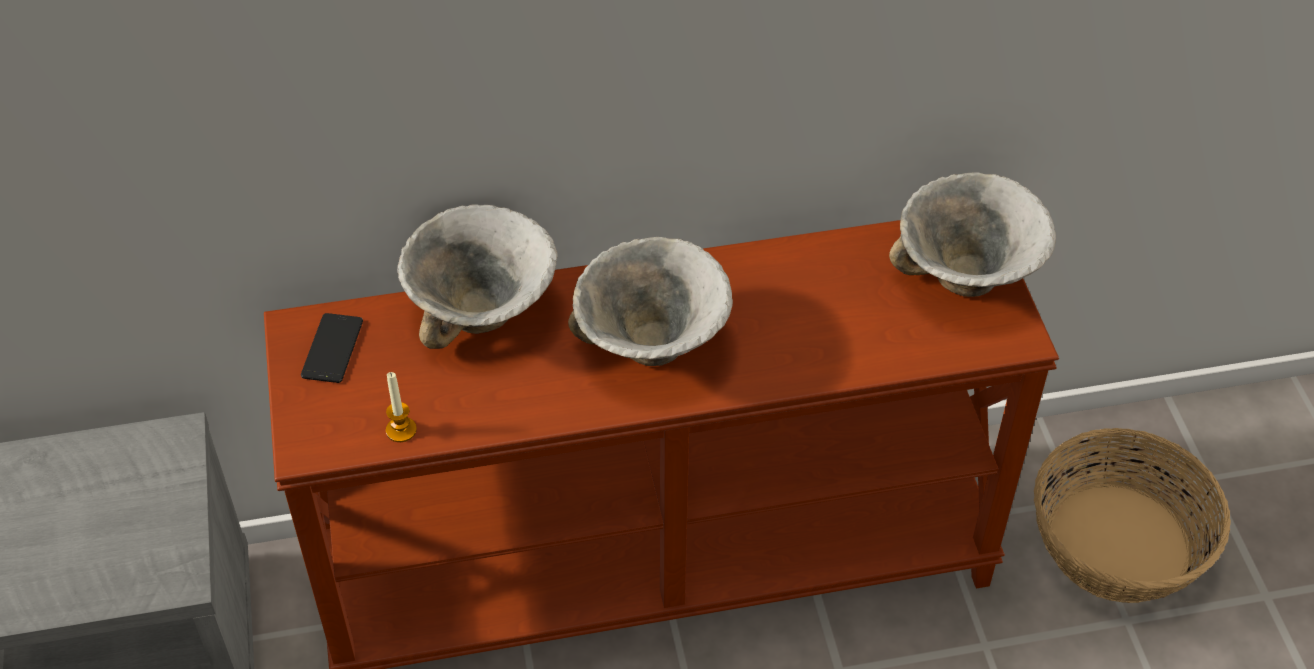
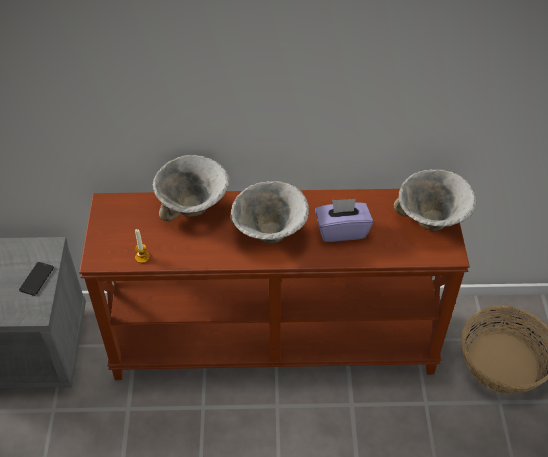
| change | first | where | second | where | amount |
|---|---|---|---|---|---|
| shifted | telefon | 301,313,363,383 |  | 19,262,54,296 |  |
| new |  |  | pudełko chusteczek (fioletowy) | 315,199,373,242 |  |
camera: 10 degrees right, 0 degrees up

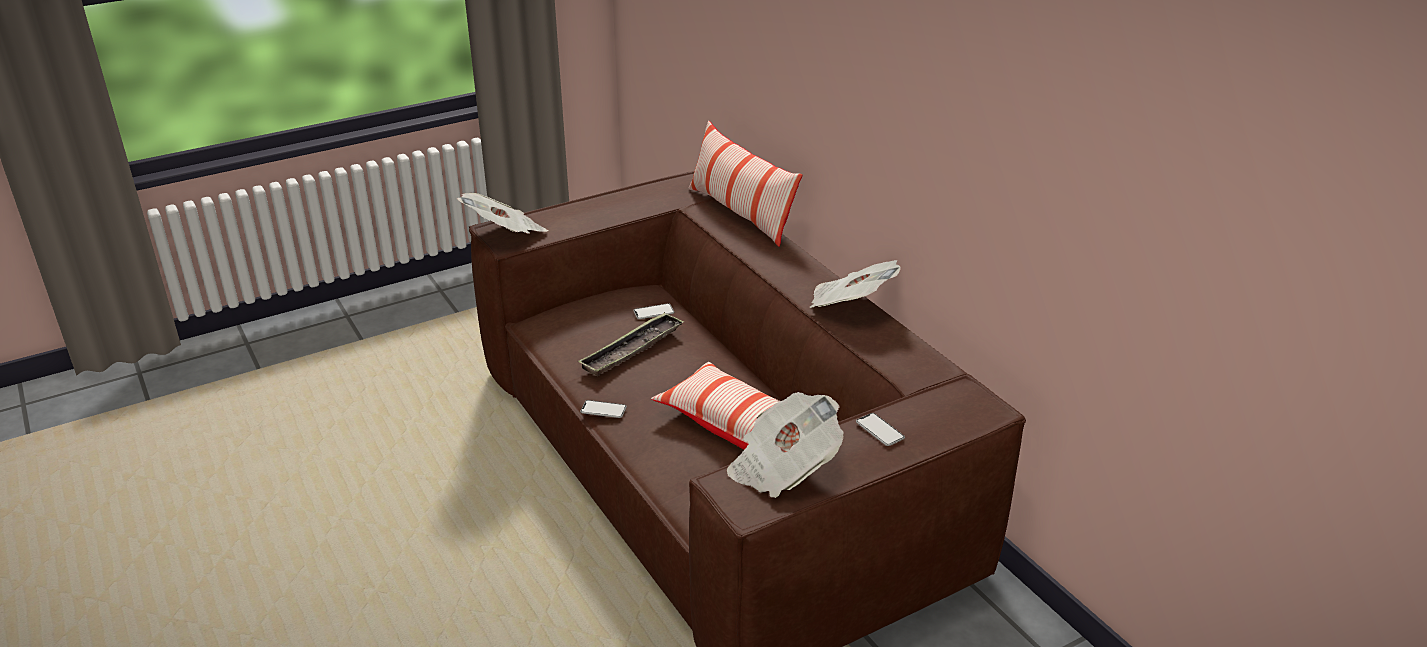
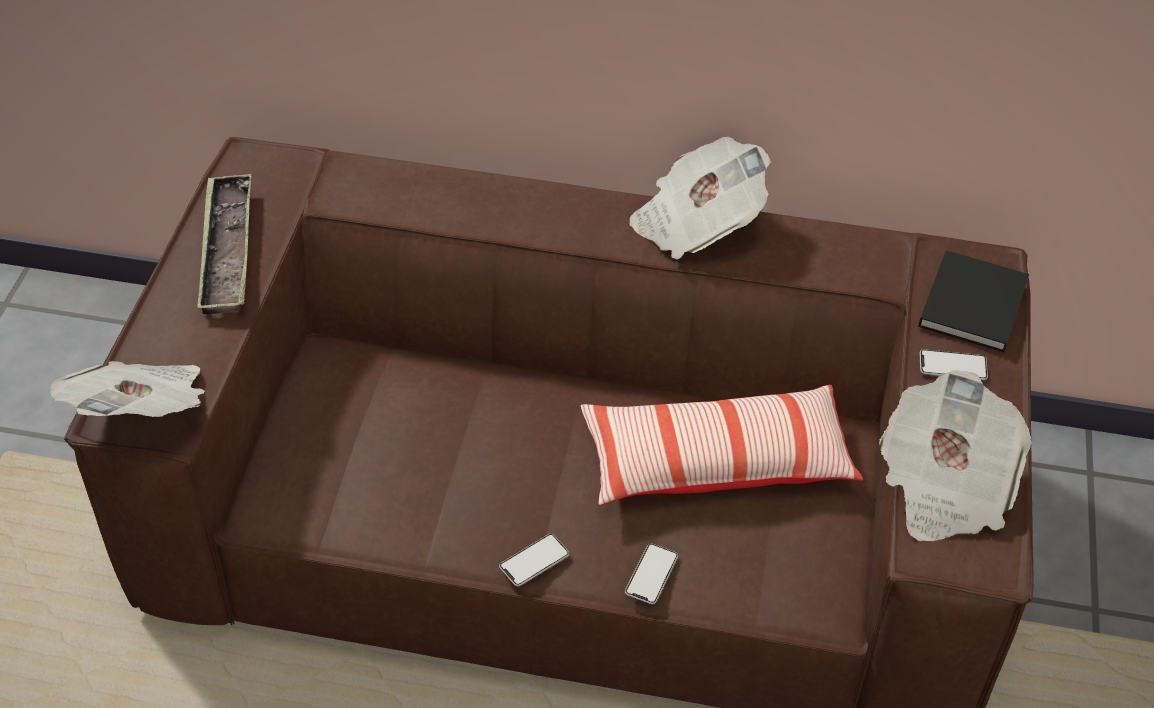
| change | first | where | second | where | amount |
|---|---|---|---|---|---|
| gone | poduszka | 688,121,802,247 |  |  |  |
| shifted | telefon | 633,303,674,319 |  | 625,543,678,604 |  |
| shifted | taca | 578,312,684,376 |  | 197,174,251,314 |  |
| new |  |  | książka (czarny) | 918,250,1029,352 |  |
camera: 50 degrees left, 15 degrees up

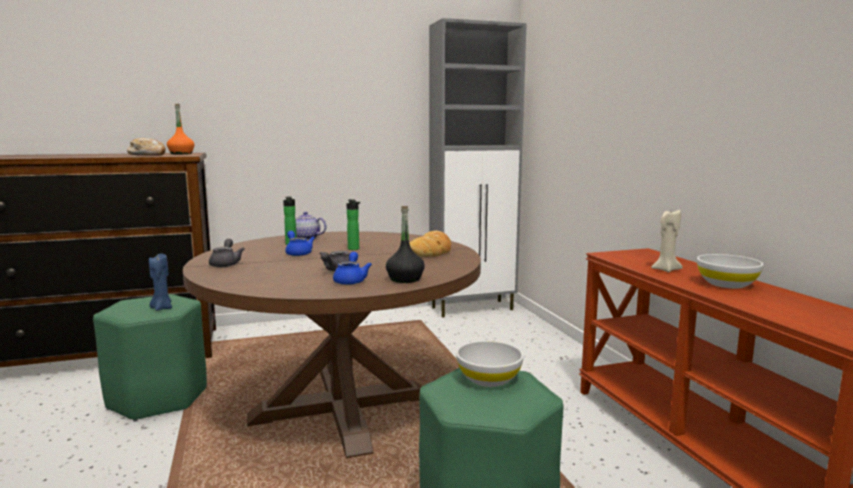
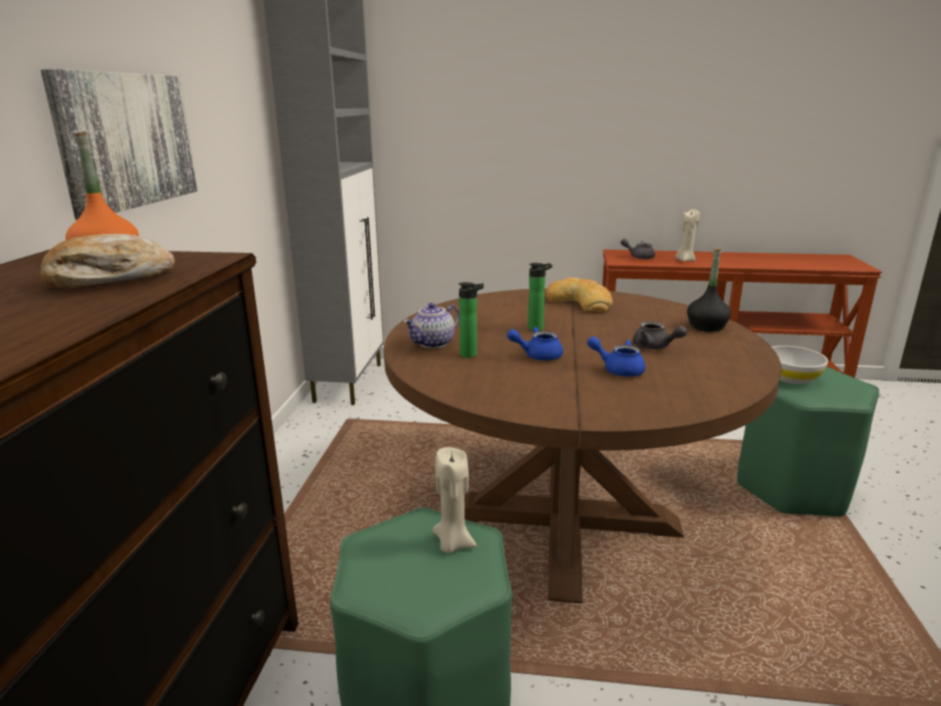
| change | first | where | second | where | amount |
|---|---|---|---|---|---|
| shifted | imbryk (szary) | 209,239,244,267 |  | 621,239,655,259 |  |
| shifted | imbryk (niebieski) | 333,252,372,285 |  | 587,336,646,377 |  |
| repainted | świeca (niebieski) | 149,254,172,311 | świeca (beżowy) | 432,447,476,553 |  |
| gone | miska (biały) | 697,254,764,288 |  |  |  |
| new |  |  | obraz | 41,69,198,220 |  |
camera: 65 degrees left, 10 degrees up

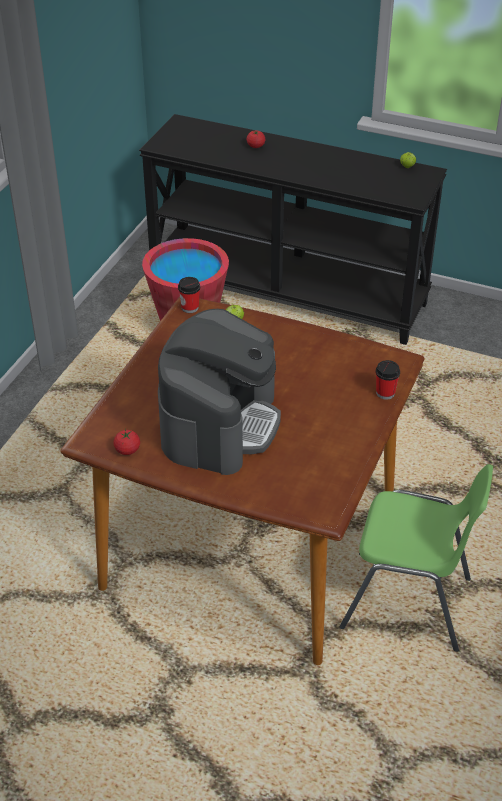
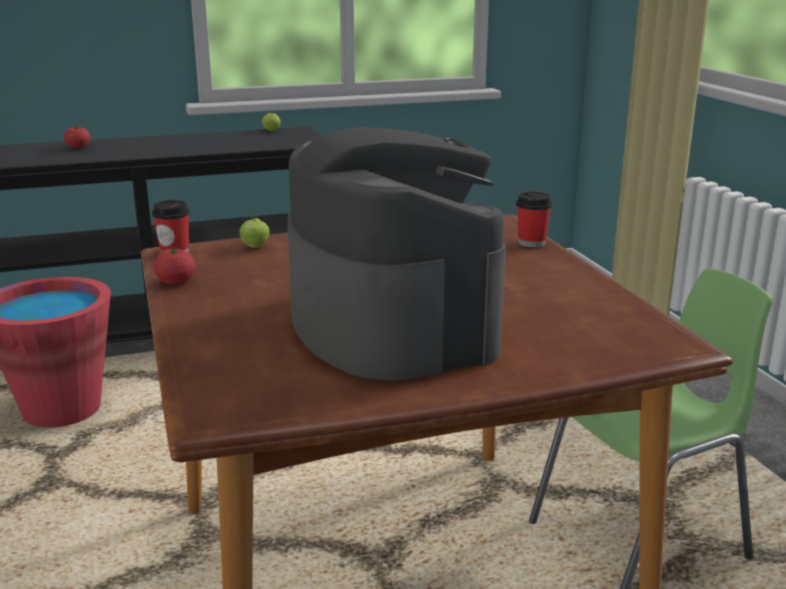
| change | first | where | second | where | amount |
|---|---|---|---|---|---|
| shifted | pomidor | 113,429,140,455 |  | 154,246,196,285 |  |
camera: 40 degrees left, 20 degrees down

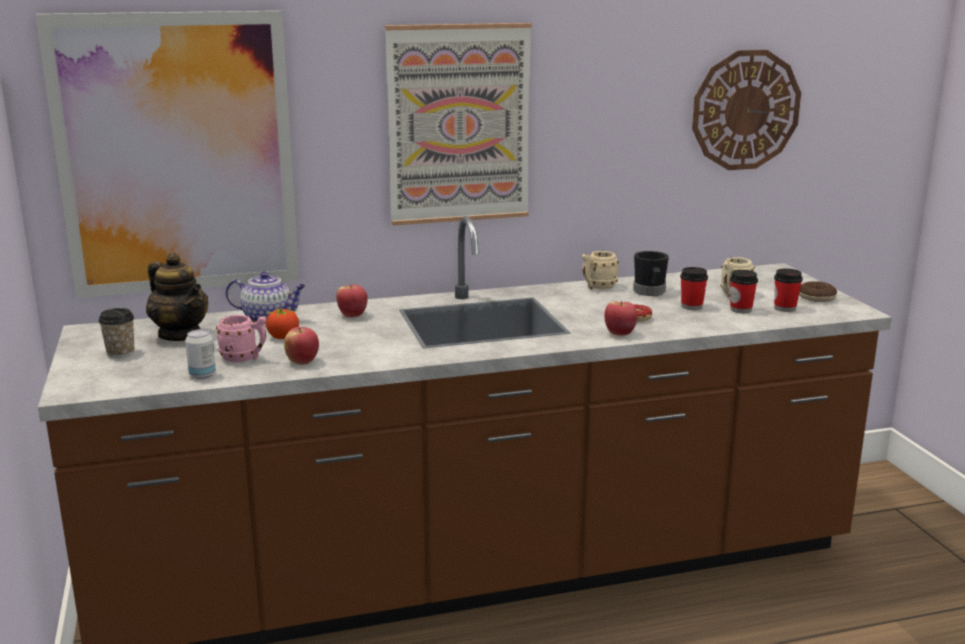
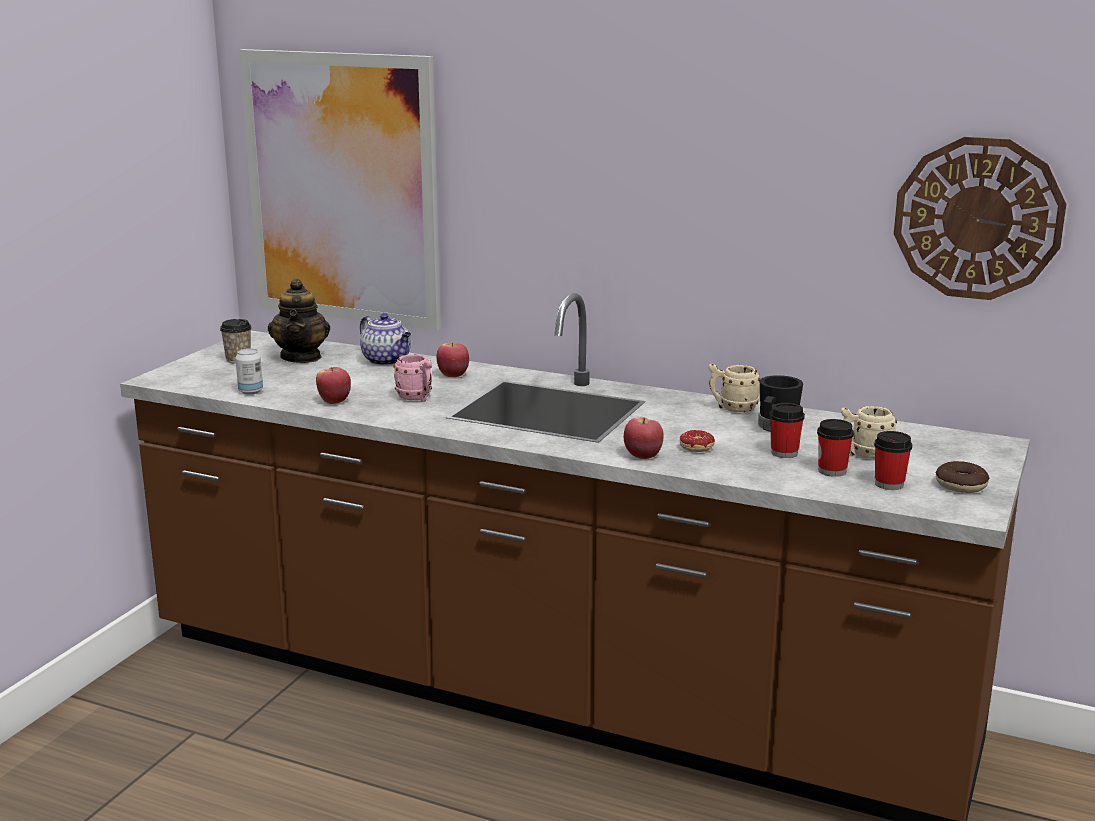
| change | first | where | second | where | amount |
|---|---|---|---|---|---|
| gone | obraz | 385,23,532,226 |  |  |  |
| gone | pomidor | 265,308,299,339 |  |  |  |
| shifted | kubek (różowy) | 216,315,266,362 |  | 393,354,432,402 |  |
camera: 40 degrees right, 0 degrees up

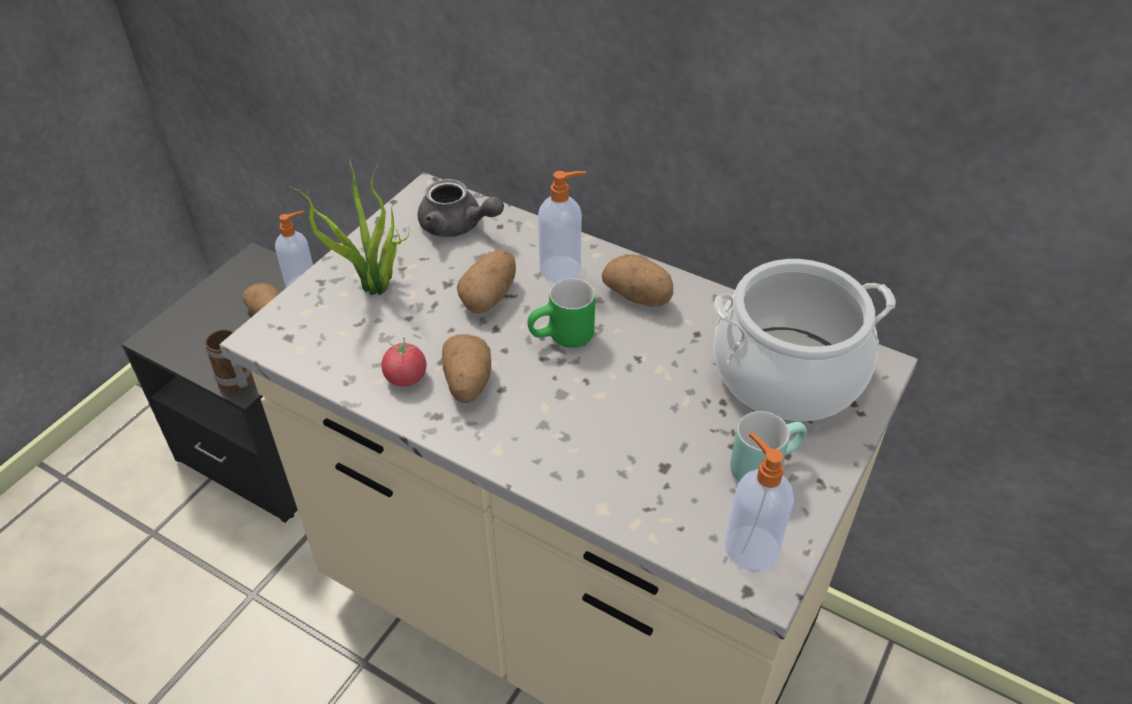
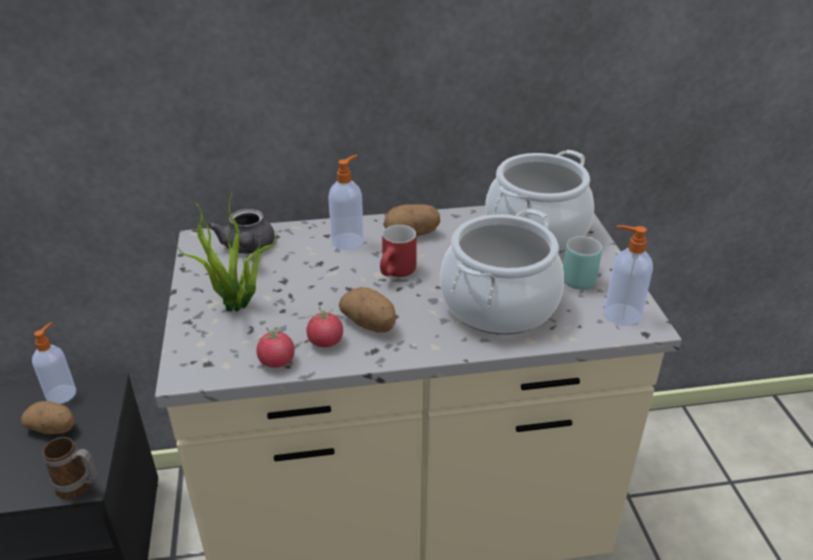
| change | first | where | second | where | amount |
|---|---|---|---|---|---|
| rotated | imbryk (szary) | 418,179,504,237 |  | 208,209,275,254 | 90 degrees clockwise |
| gone | ziemniak | 457,250,516,314 |  |  |  |
| repainted | kubek (zielony) | 527,279,595,348 | kubek (czerwony) | 380,225,417,277 |  |
| new |  |  | garnek | 440,209,564,335 |  |
| new |  |  | pomidor | 256,326,295,368 |  |
camera: 40 degrees left, 10 degrees down

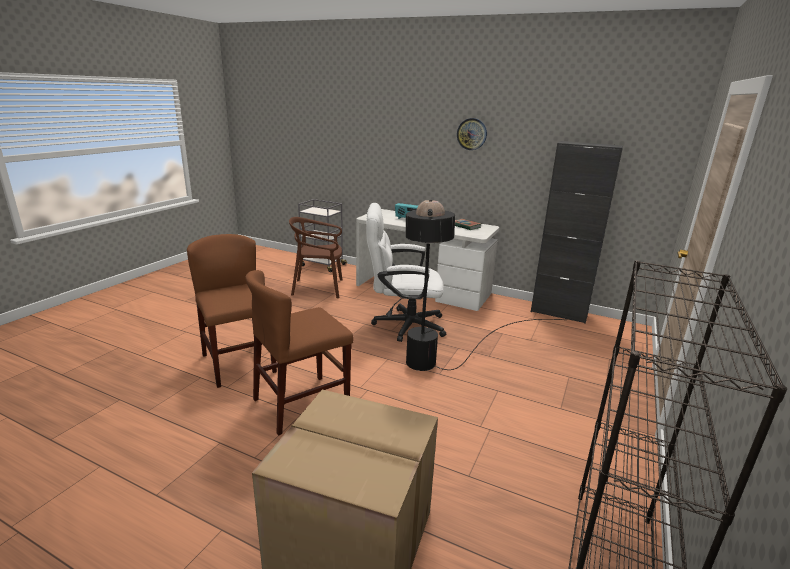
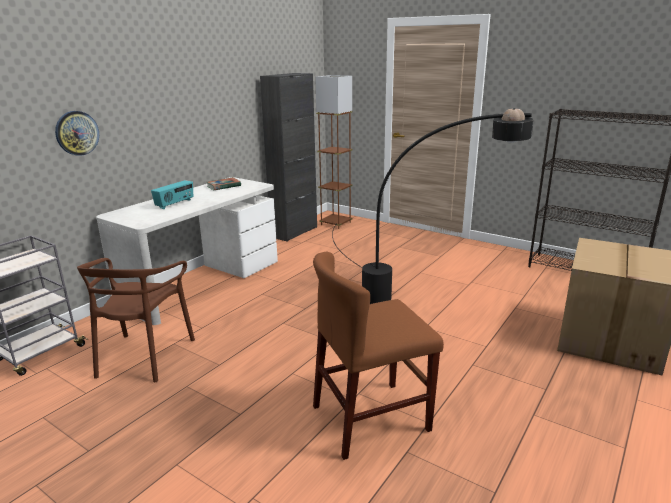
| change | first | where | second | where | amount |
|---|---|---|---|---|---|
| shifted | zegar ścienny | 457,118,487,150 |  | 55,111,99,156 |  |
| gone | krzesło biurowe (biały) | 366,203,446,342 |  |  |  |
| gone | krzesło (brązowy) | 245,270,353,436 |  |  |  |
| new |  |  | lampa stojąca (brązowy) | 315,75,352,229 |  |
camera: 80 degrees left, 0 degrees up

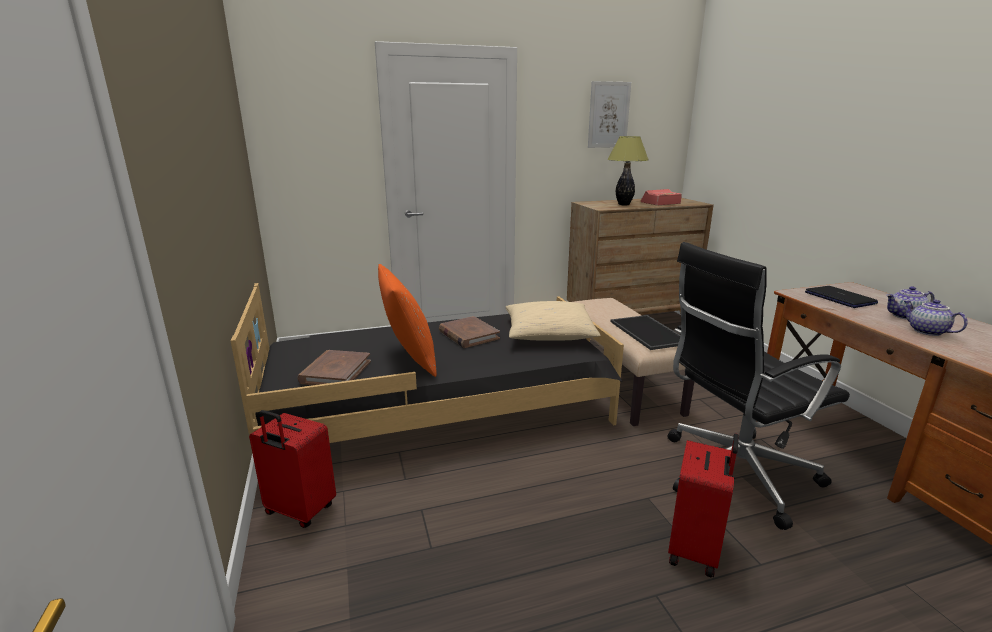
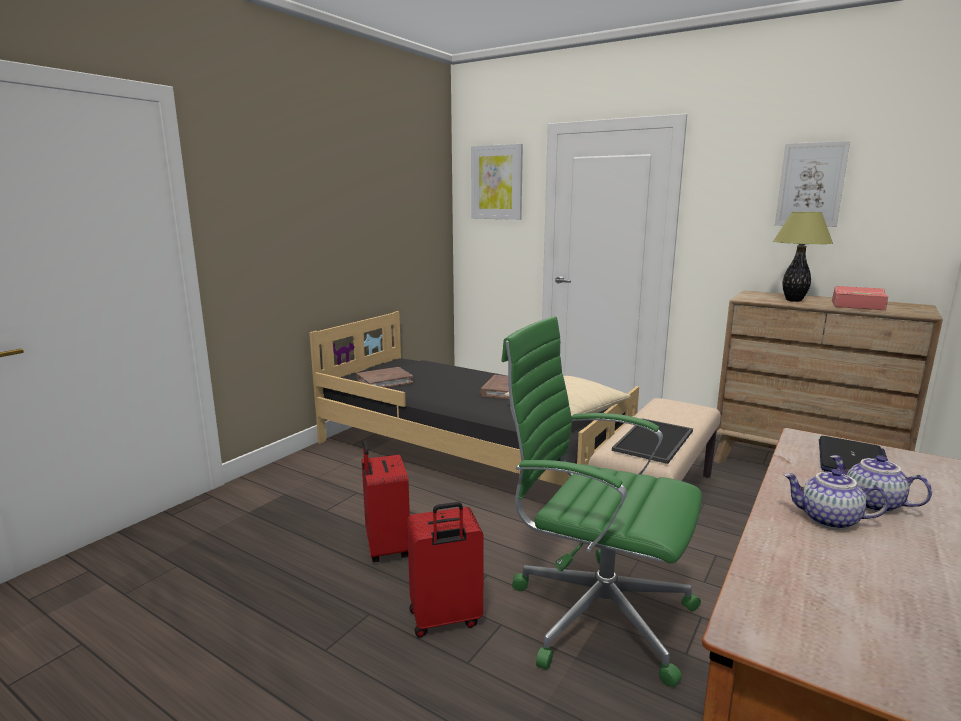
| change | first | where | second | where | amount |
|---|---|---|---|---|---|
| repainted | krzesło biurowe (czarny) | 667,242,850,530 | krzesło biurowe (zielony) | 501,316,702,687 |  |
| gone | poduszka (pomarańczowy) | 378,264,437,377 |  |  |  |
| rotated | imbryk | 903,300,968,336 |  | 783,469,889,530 | 90 degrees counterclockwise |
| shifted | walizka (czerwony) | 249,410,336,528 |  | 362,441,410,562 |  |
| new |  |  | obraz | 471,144,523,220 |  |
camera: 50 degrees right, 5 degrees down

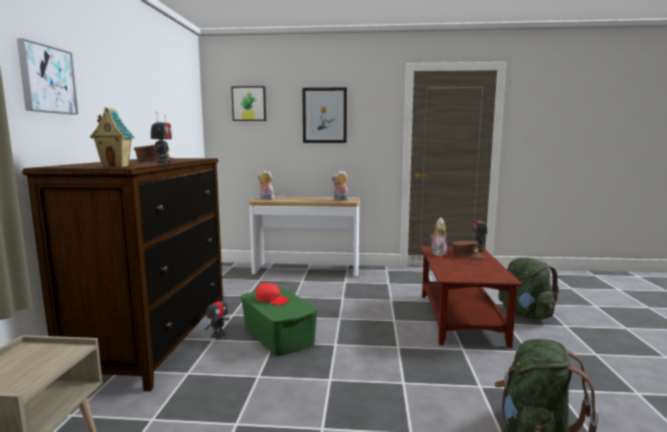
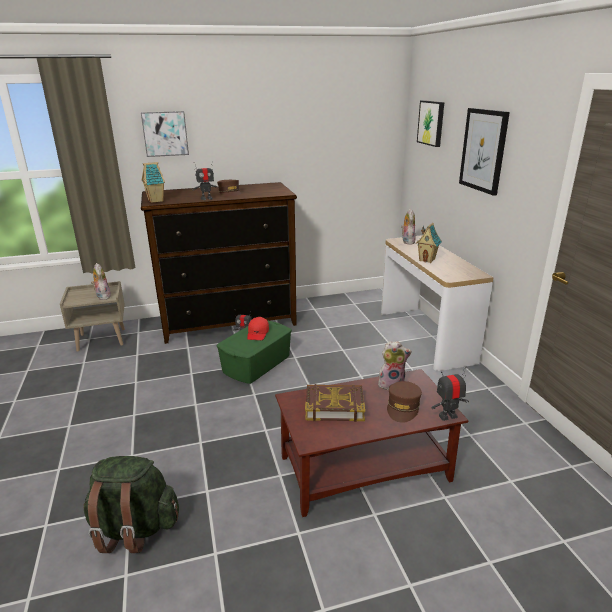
| change | first | where | second | where | amount |
|---|---|---|---|---|---|
| shifted | pluszak | 331,171,349,201 |  | 91,263,111,300 |  |
| gone | plecak (zielony) | 498,258,559,319 |  |  |  |
| new |  |  | domek | 416,223,442,263 |  |
| new |  |  | książka | 305,384,365,422 |  |
camera: 70 degrees right, 15 degrees up

